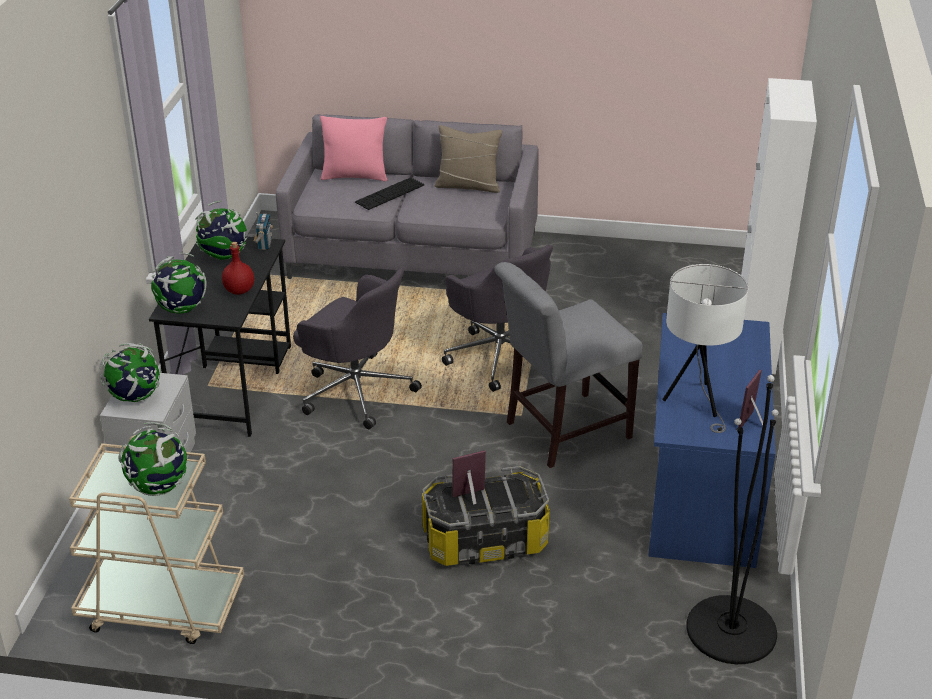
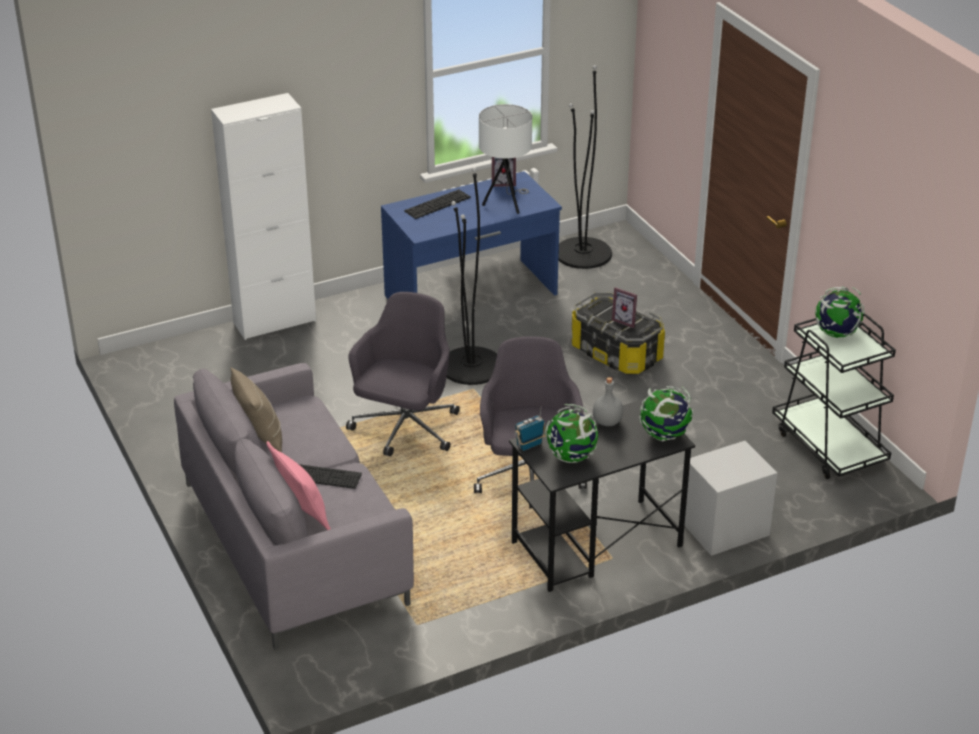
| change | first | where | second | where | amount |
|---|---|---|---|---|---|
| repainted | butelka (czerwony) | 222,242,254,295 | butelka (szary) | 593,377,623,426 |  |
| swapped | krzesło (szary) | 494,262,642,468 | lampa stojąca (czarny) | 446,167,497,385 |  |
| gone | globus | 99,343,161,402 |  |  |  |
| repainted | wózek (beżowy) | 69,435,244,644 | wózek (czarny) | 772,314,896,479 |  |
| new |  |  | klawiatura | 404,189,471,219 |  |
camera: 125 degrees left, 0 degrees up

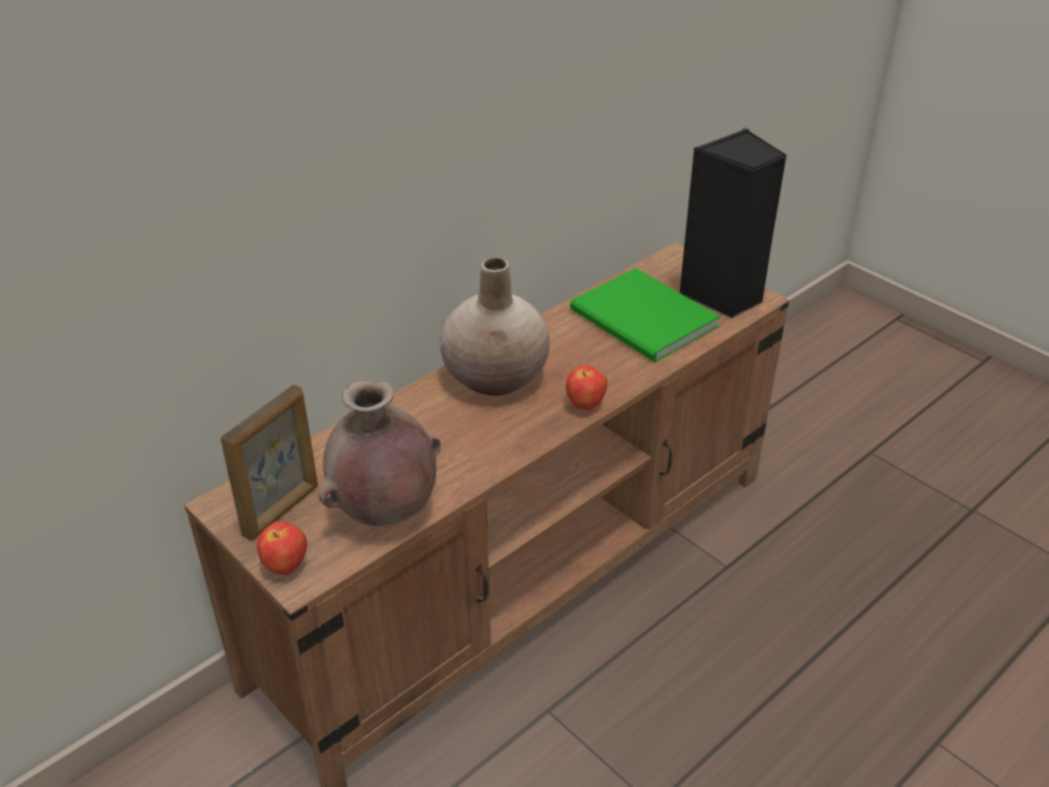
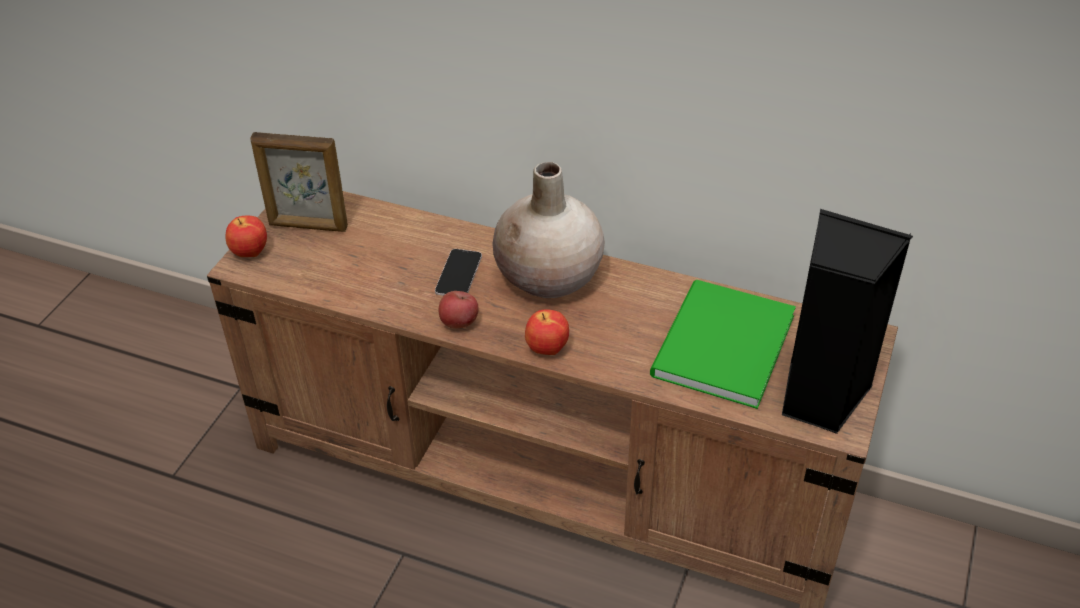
| change | first | where | second | where | amount |
|---|---|---|---|---|---|
| gone | wazon (brązowy) | 318,380,441,526 |  |  |  |
| new |  |  | telefon | 435,249,482,296 |  |
| new |  |  | jabłko | 439,291,479,328 |  |
camera: 65 degrees right, 5 degrees up

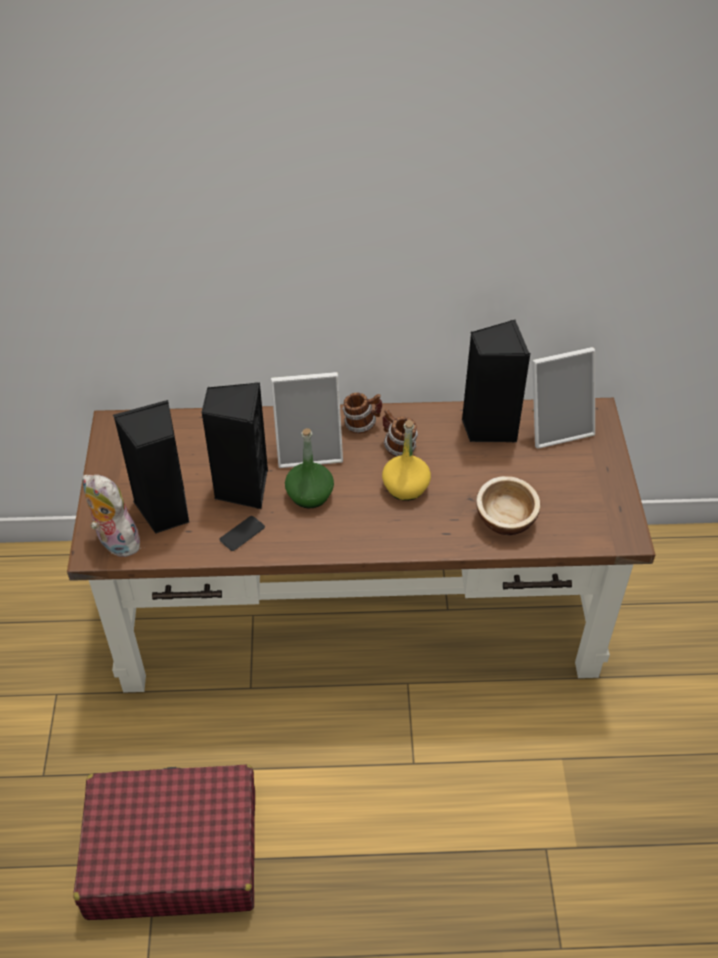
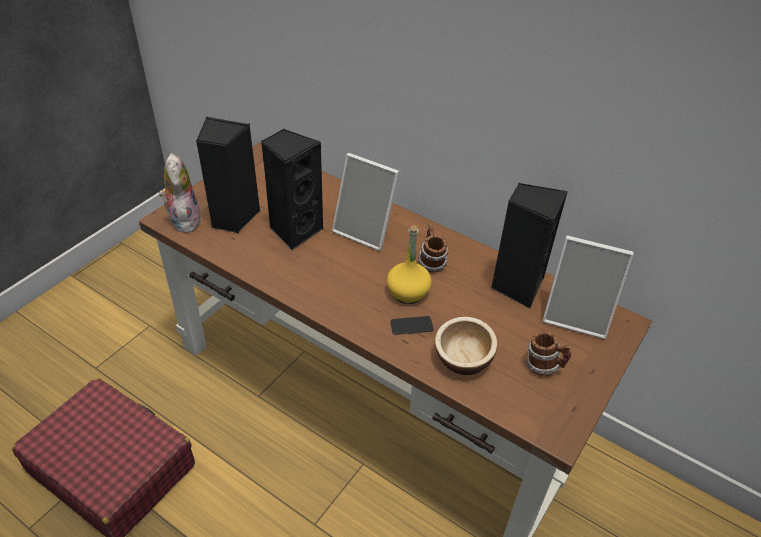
| change | first | where | second | where | amount |
|---|---|---|---|---|---|
| shifted | kubek | 342,393,382,434 |  | 526,332,572,376 |  |
| gone | butelka (zielony) | 285,428,334,508 |  |  |  |
| shifted | telefon | 219,516,265,551 |  | 390,316,434,335 |  |
camera: 35 degrees right, 5 degrees down

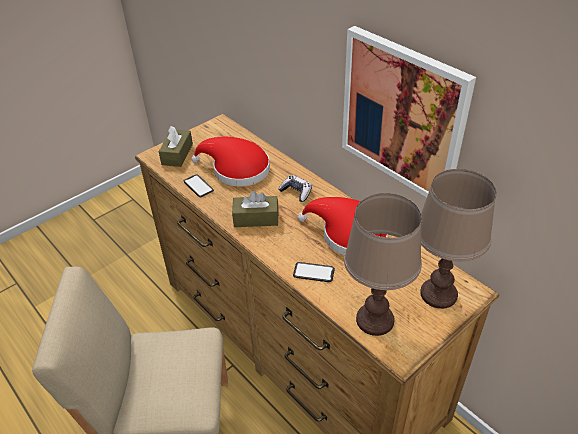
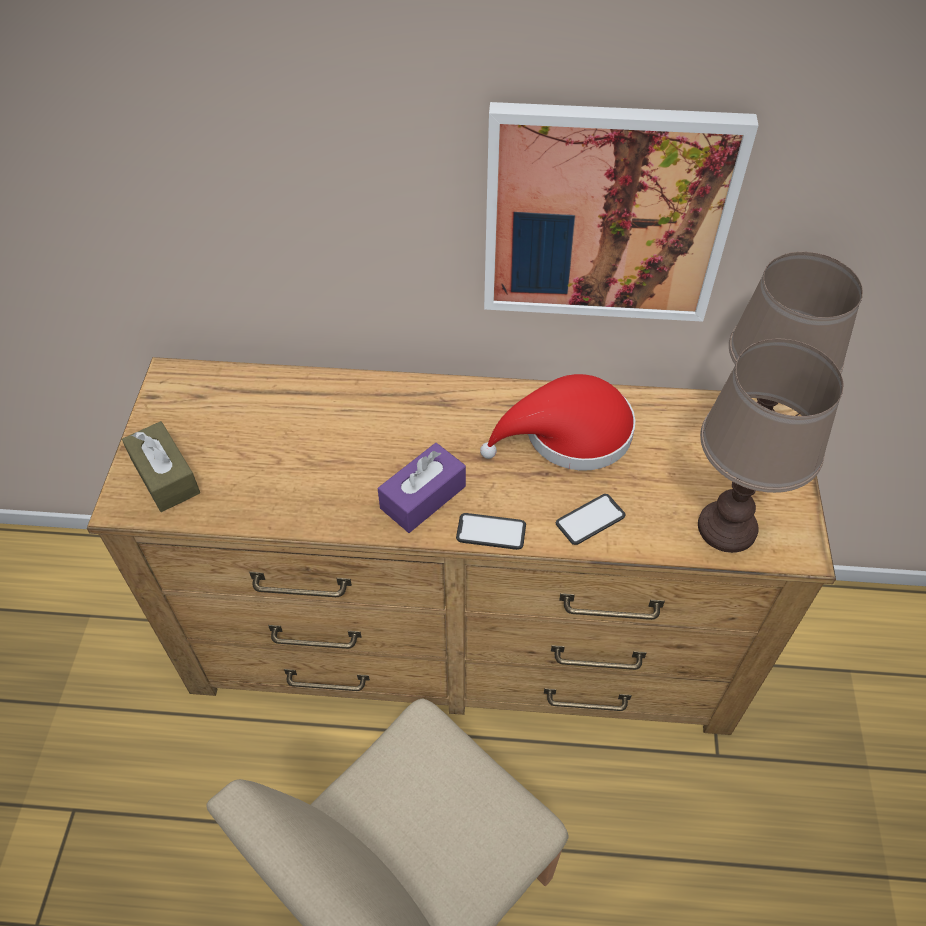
| change | first | where | second | where | amount |
|---|---|---|---|---|---|
| gone | kapelusz (czerwony) | 191,137,270,187 |  |  |  |
| shifted | telefon | 184,174,214,197 |  | 456,513,526,550 |  |
| gone | pad do gier | 279,175,312,202 |  |  |  |
| repainted | pudełko chusteczek (brązowy) | 232,191,279,227 | pudełko chusteczek (fioletowy) | 378,443,466,533 |  |
camera: 45 degrees left, 10 degrees up

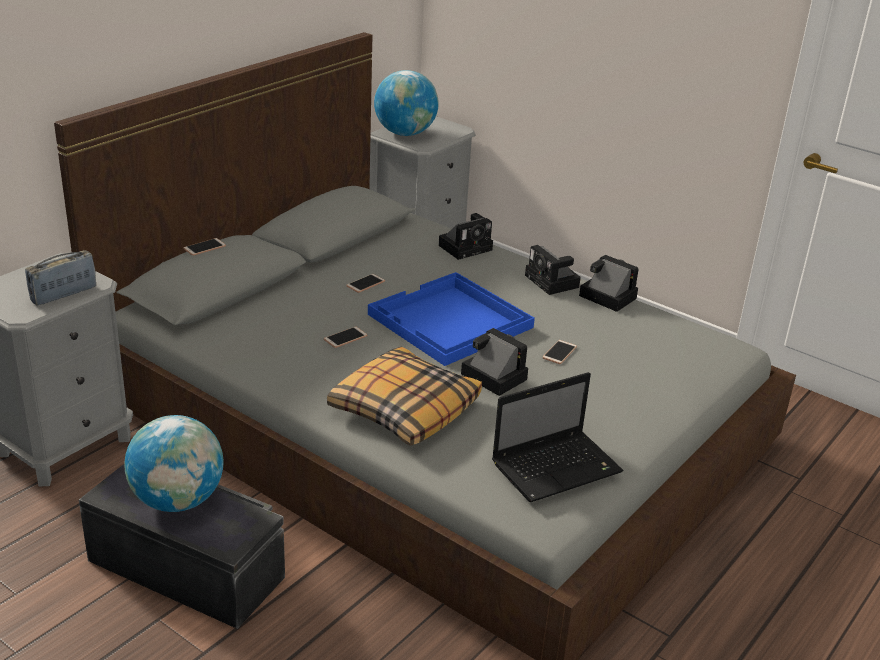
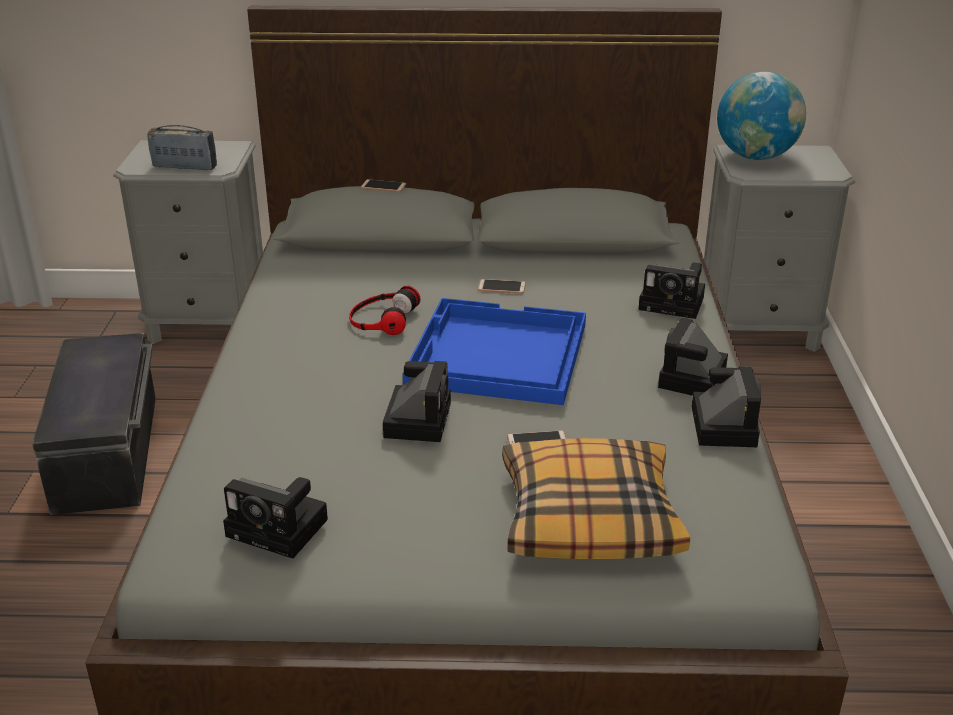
| change | first | where | second | where | amount |
|---|---|---|---|---|---|
| swapped | telefon | 324,327,367,348 | słuchawki | 349,286,420,335 |  |
| shifted | poduszka | 327,346,482,446 |  | 502,438,690,559 |  |
| swapped | laptop | 492,372,624,502 | aparat fotograficzny | 223,477,328,559 |  |
| gone | globus | 124,415,223,512 |  |  |  |
camera: 55 degrees right, 0 degrees up

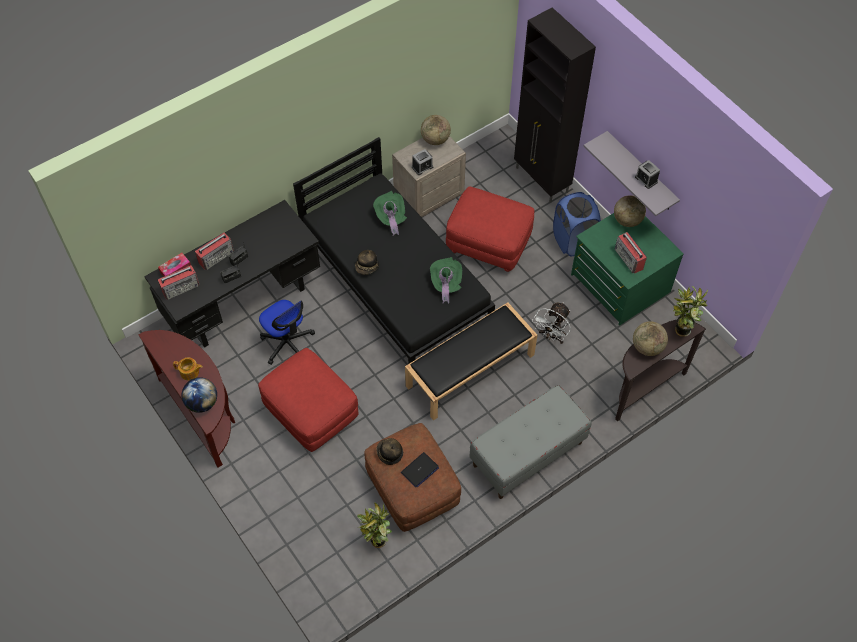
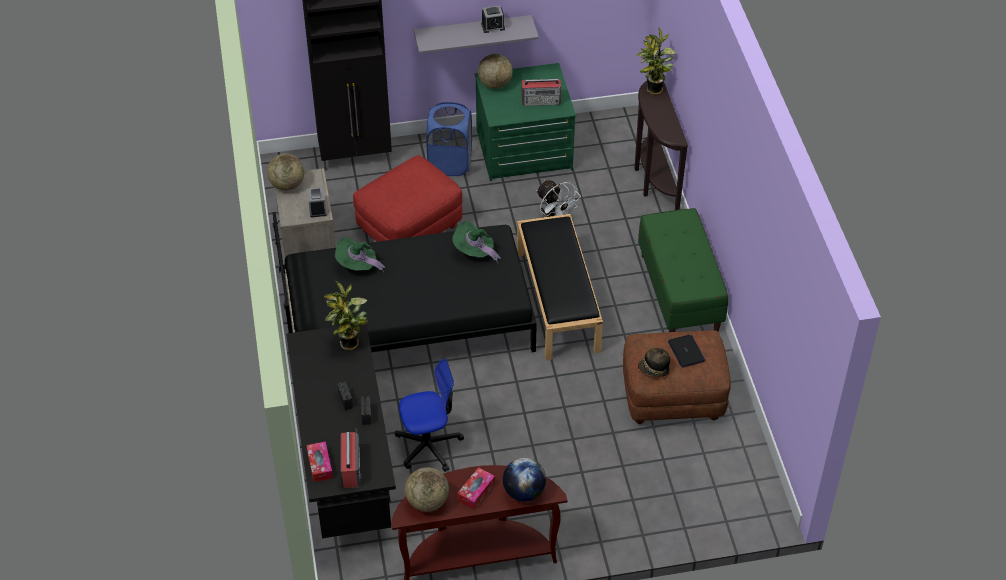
| change | first | where | second | where | amount |
|---|---|---|---|---|---|
| gone | radio | 195,232,234,270 |  |  |  |
| gone | kapelusz | 355,250,379,275 |  |  |  |
| shifted | globus | 633,321,668,356 |  | 405,467,449,512 |  |
| gone | pufa (czerwony) | 258,348,359,452 |  |  |  |
| swapped | imbryk | 173,357,203,380 | pudełko chusteczek | 457,467,495,509 |  |
| repainted | ławka (szary) | 470,385,591,499 | ławka (zielony) | 638,208,728,332 |  |
| shifted | roślina doniczkowa | 357,502,392,548 |  | 324,281,368,350 |  |
camera: 65 degrees left, 10 degrees down

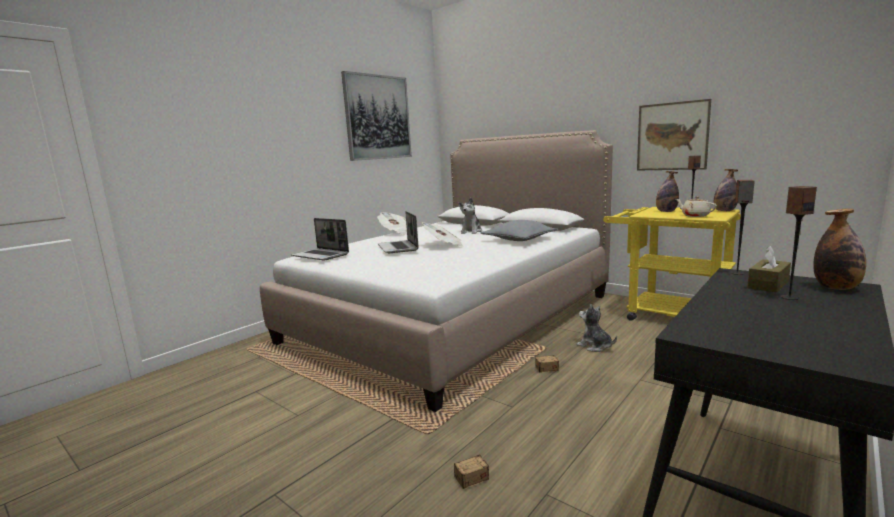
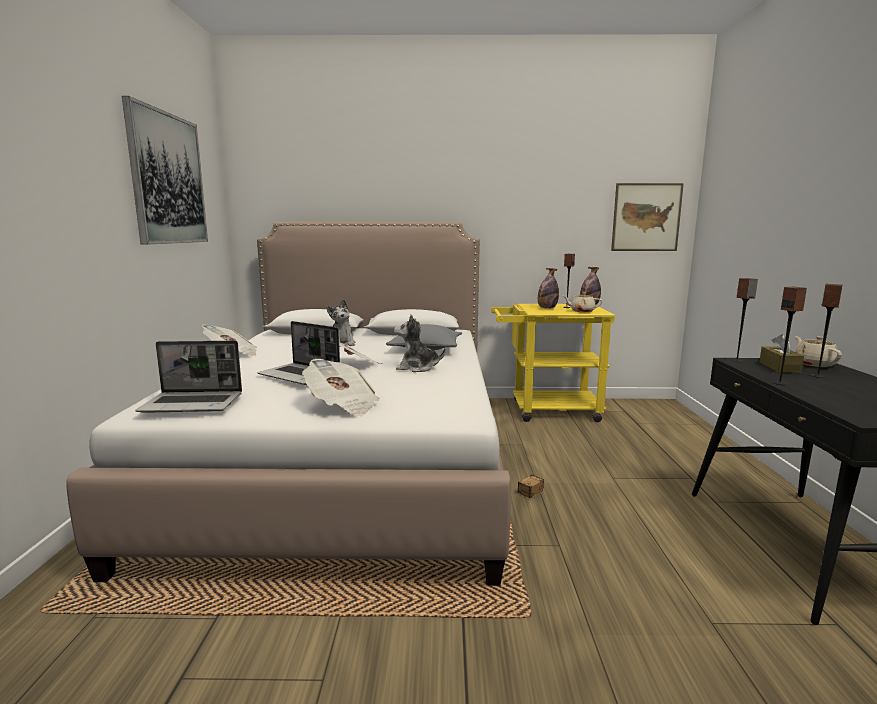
| change | first | where | second | where | amount |
|---|---|---|---|---|---|
| shifted | obraz | 637,99,711,170 |  | 611,183,684,251 |  |
| swapped | butelka | 813,208,866,290 | imbryk (beżowy) | 795,336,842,367 |  |
| shifted | pluszak | 577,304,617,352 |  | 394,315,446,372 |  |
| gone | pojemnik do przechowywania | 421,454,489,489 |  |  |  |
| new |  |  | głośnik | 773,287,807,385 |  |
| new |  |  | gazeta | 302,359,380,416 |  |
camera: 40 degrees left, 0 degrees up

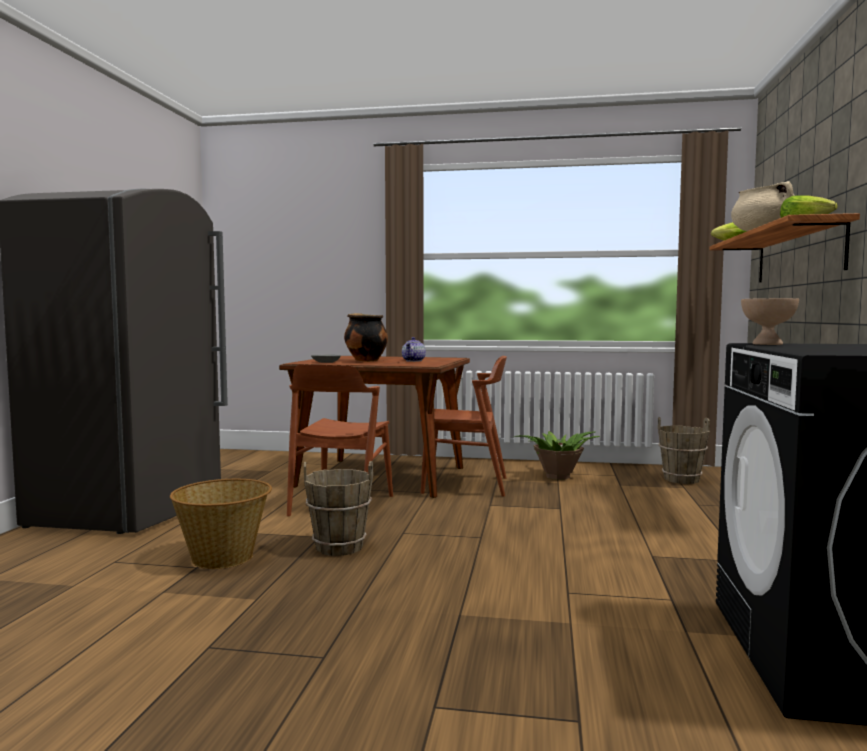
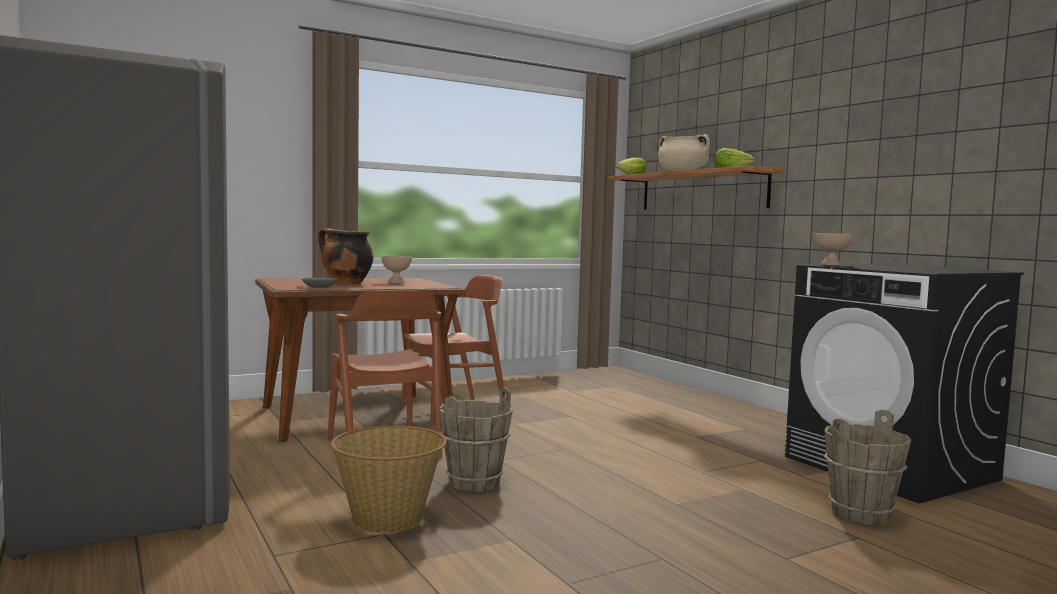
| change | first | where | second | where | amount |
|---|---|---|---|---|---|
| swapped | imbryk | 402,337,426,362 | miska (beżowy) | 381,256,412,283 |  |
| shifted | wiadro (brązowy) | 658,417,710,484 |  | 824,410,911,525 |  |
| gone | roślina doniczkowa | 513,431,600,480 |  |  |  |
camera: 40 degrees left, 0 degrees up

